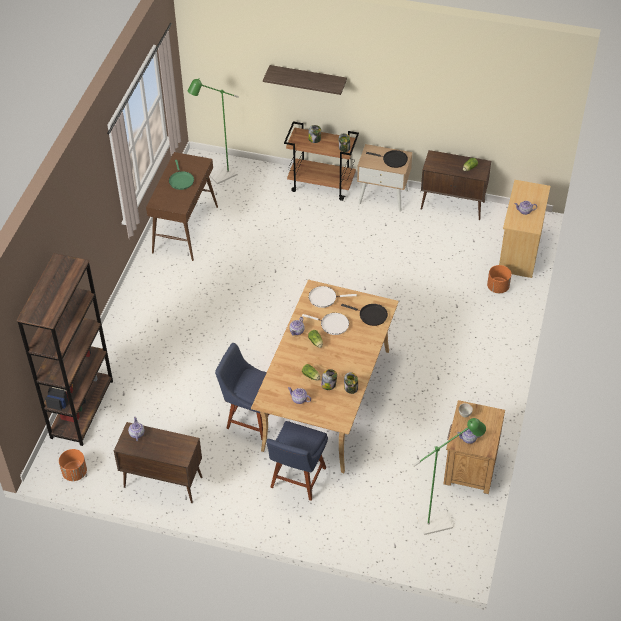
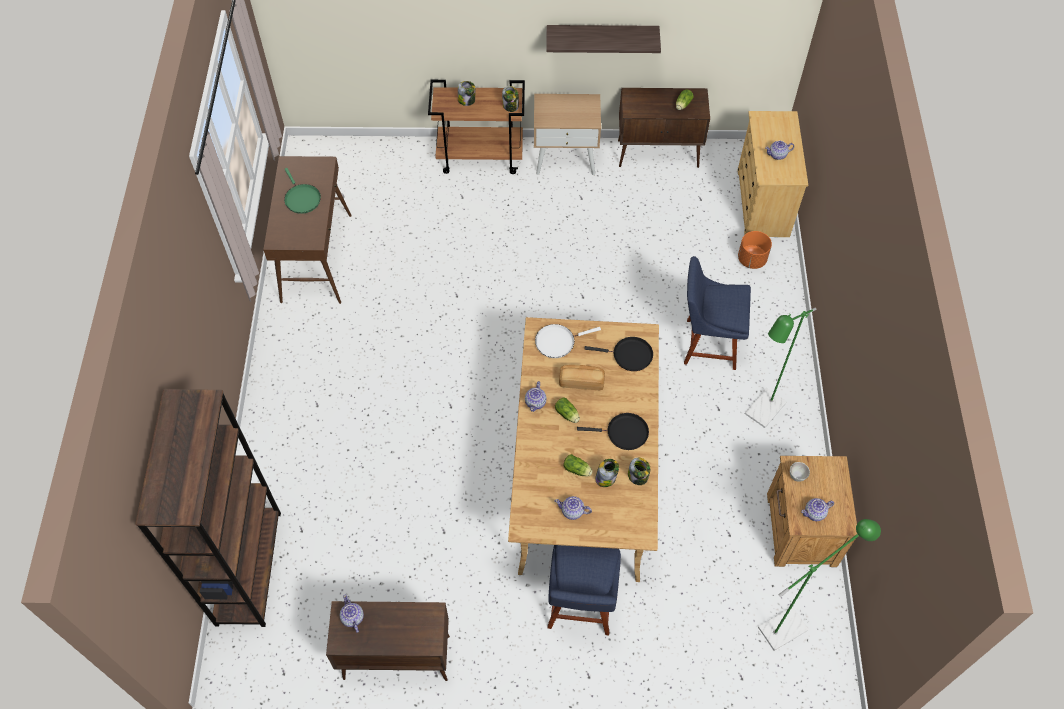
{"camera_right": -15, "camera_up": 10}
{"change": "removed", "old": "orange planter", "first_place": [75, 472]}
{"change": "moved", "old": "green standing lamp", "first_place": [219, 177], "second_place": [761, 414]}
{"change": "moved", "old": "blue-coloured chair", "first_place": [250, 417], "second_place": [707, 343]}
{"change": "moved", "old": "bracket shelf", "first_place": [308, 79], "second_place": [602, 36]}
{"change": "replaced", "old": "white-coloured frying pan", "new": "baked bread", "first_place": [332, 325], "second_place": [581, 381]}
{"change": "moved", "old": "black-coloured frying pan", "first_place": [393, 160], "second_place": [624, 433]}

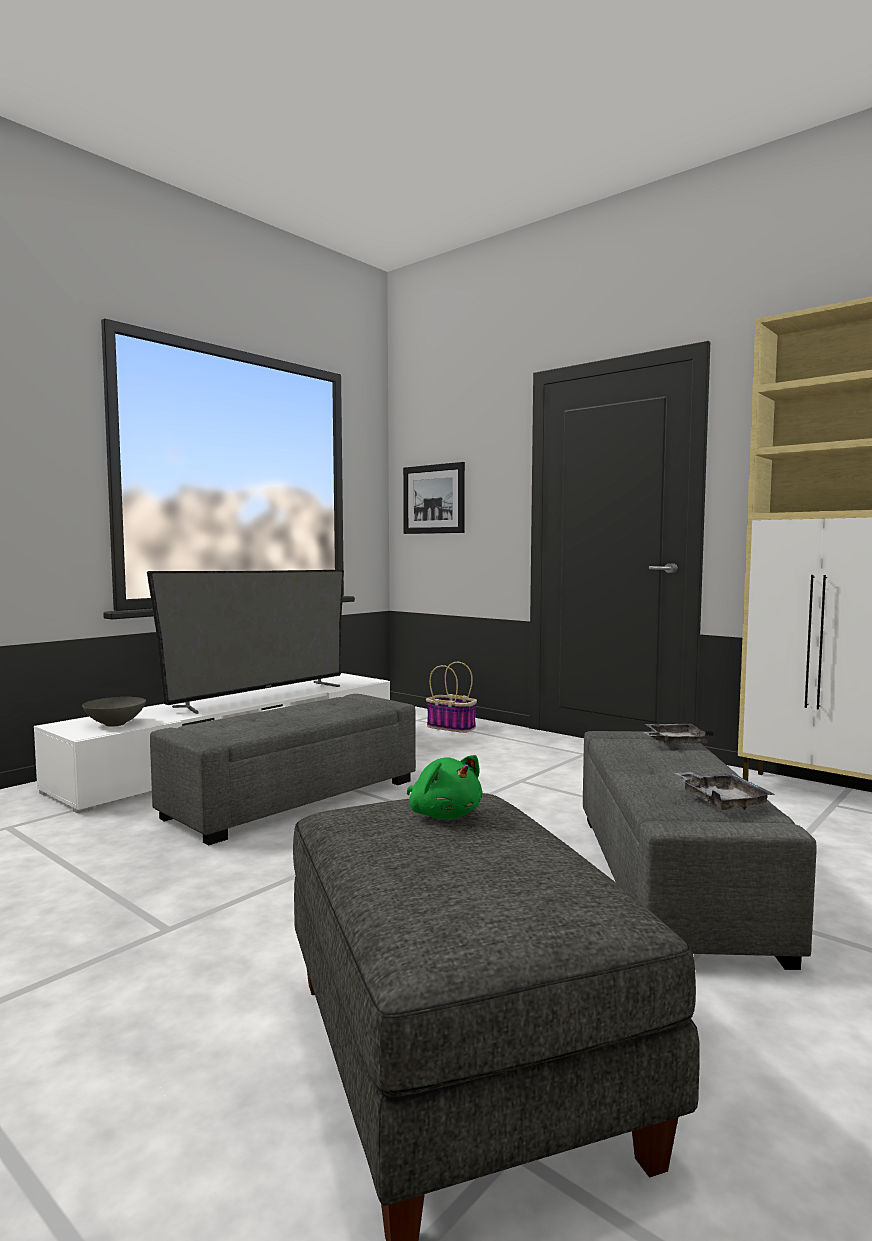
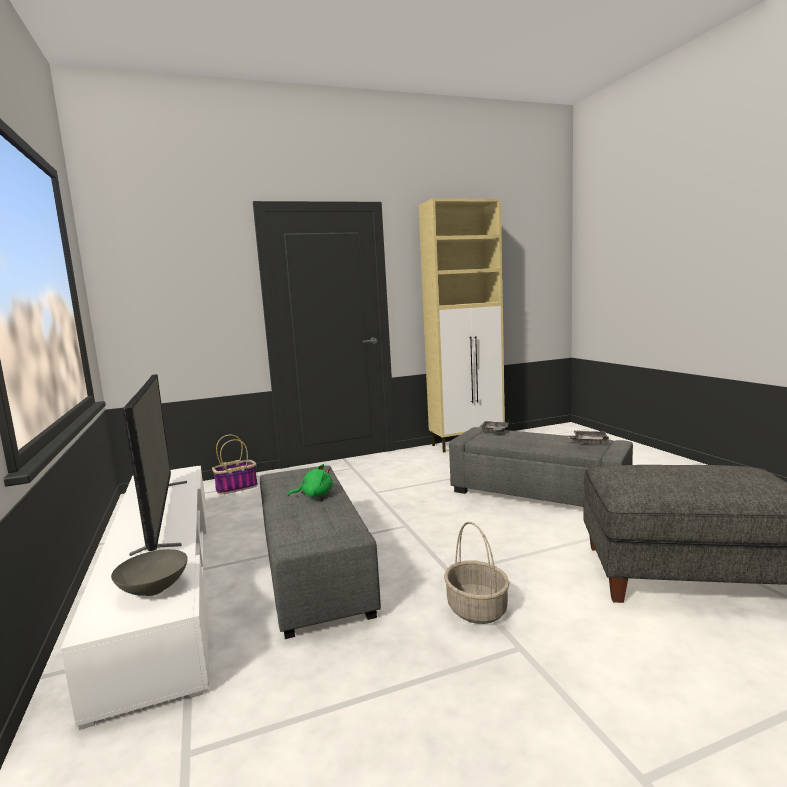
{"camera_right": -60, "camera_up": 5}
{"change": "removed", "old": "wall picture", "first_place": [433, 499]}
{"change": "moved", "old": "green soft toy", "first_place": [443, 815], "second_place": [315, 495]}
{"change": "added", "new": "basket", "second_place": [476, 609]}

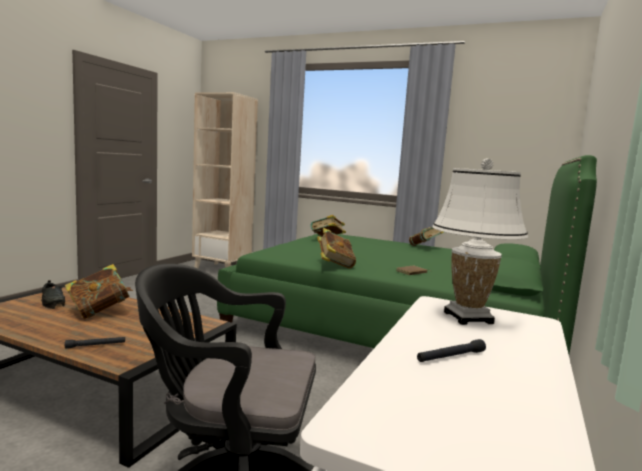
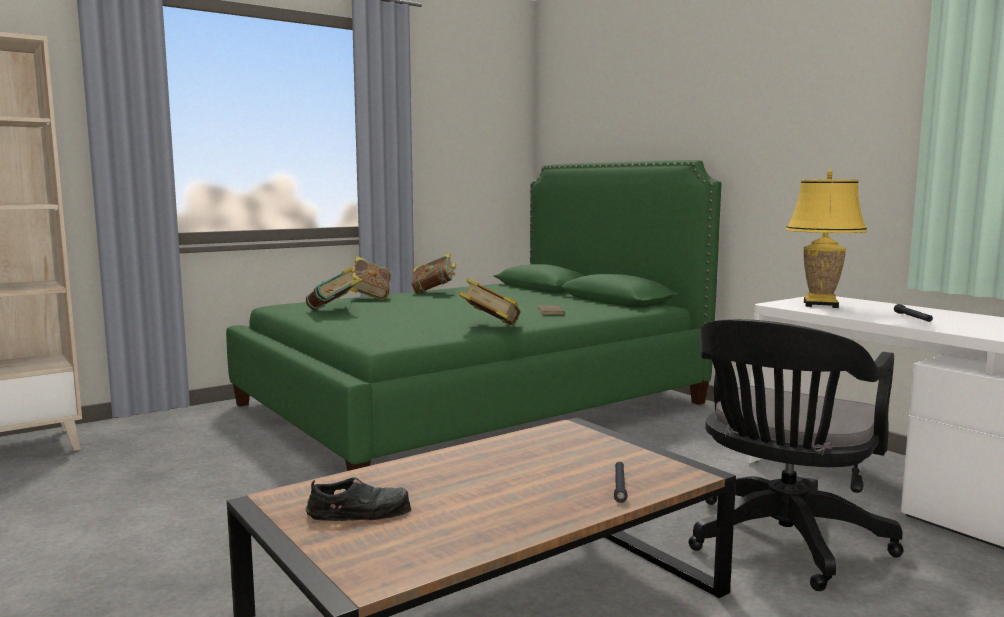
{"camera_right": -60, "camera_up": 0}
{"change": "moved", "old": "bound book", "first_place": [99, 311], "second_place": [369, 298]}
{"change": "recoloured", "old": "white-coloured lamp for a table", "new": "yellowish lamp for a table", "first_place": [468, 317], "second_place": [820, 305]}

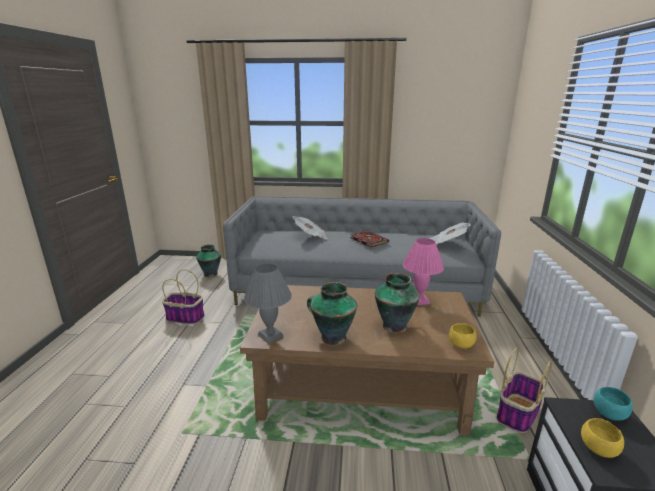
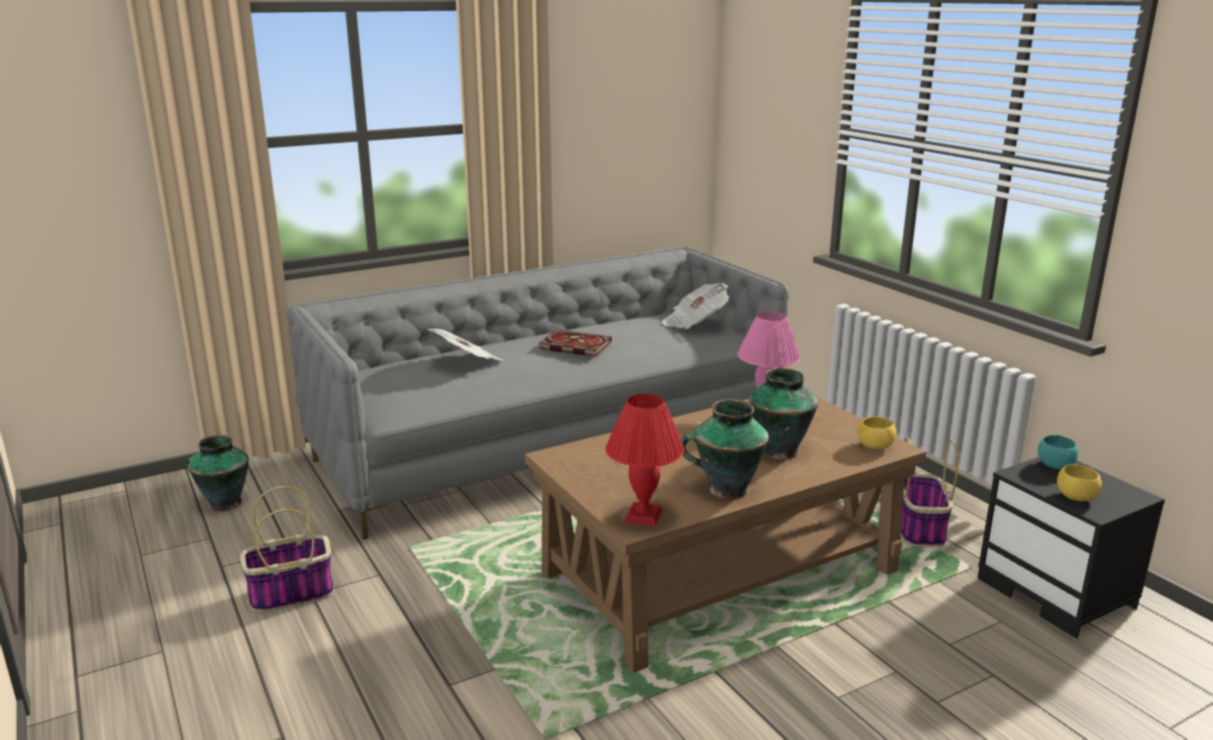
{"camera_right": -35, "camera_up": 0}
{"change": "recoloured", "old": "gray lamp for a table", "new": "red lamp for a table", "first_place": [269, 335], "second_place": [642, 516]}

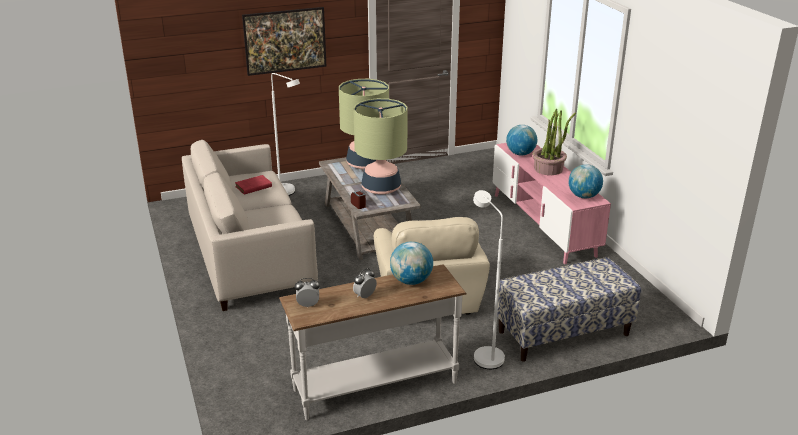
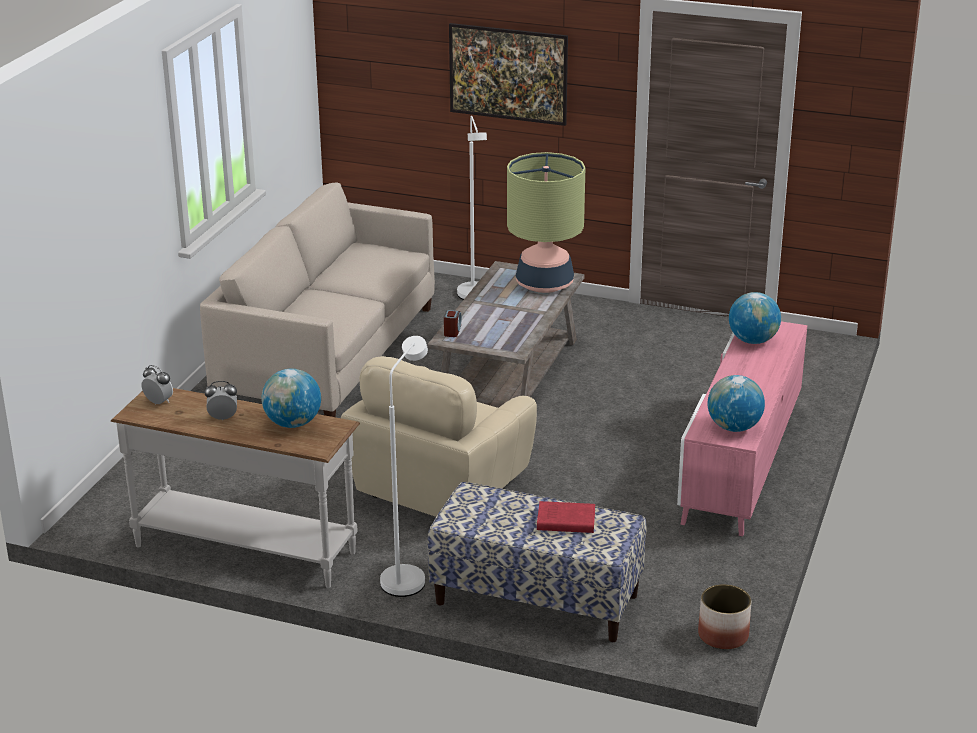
{"camera_right": 40, "camera_up": 0}
{"change": "moved", "old": "red bound book", "first_place": [252, 187], "second_place": [564, 521]}
{"change": "removed", "old": "lamp for a table", "first_place": [381, 188]}
{"change": "removed", "old": "plant in a pot", "first_place": [548, 169]}
{"change": "added", "new": "planter", "second_place": [722, 636]}

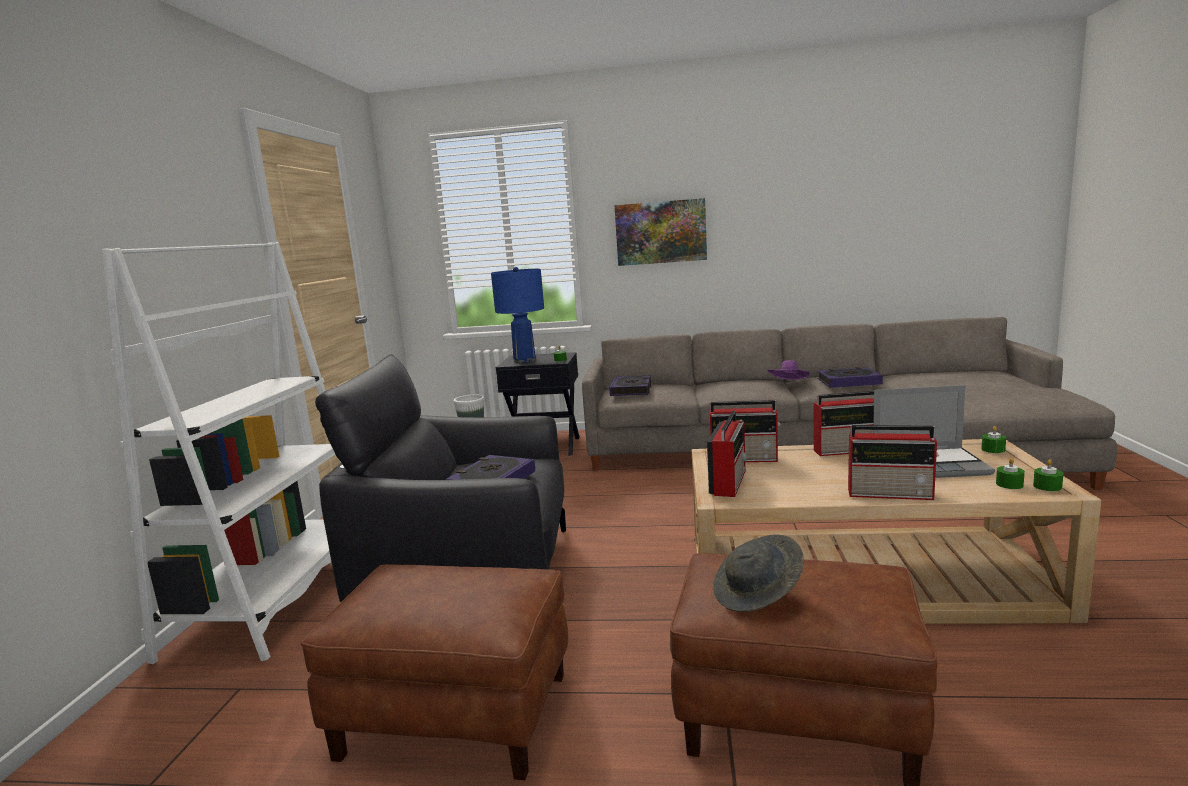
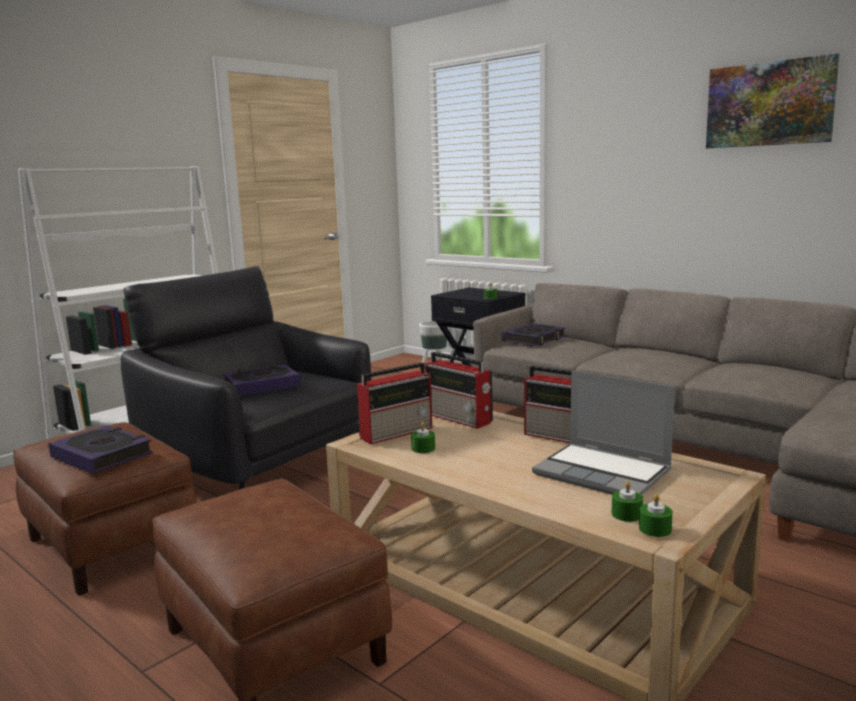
{"camera_right": 35, "camera_up": 0}
{"change": "removed", "old": "blue-coloured lamp for a table", "first_place": [524, 360]}
{"change": "moved", "old": "wall picture", "first_place": [660, 232], "second_place": [769, 104]}
{"change": "removed", "old": "gray wearable hat", "first_place": [758, 594]}
{"change": "removed", "old": "purple wearable hat", "first_place": [789, 383]}
{"change": "moved", "old": "bound book", "first_place": [848, 382], "second_place": [102, 455]}
{"change": "removed", "old": "radio", "first_place": [891, 493]}
{"change": "moved", "old": "green wax light", "first_place": [993, 449], "second_place": [423, 448]}

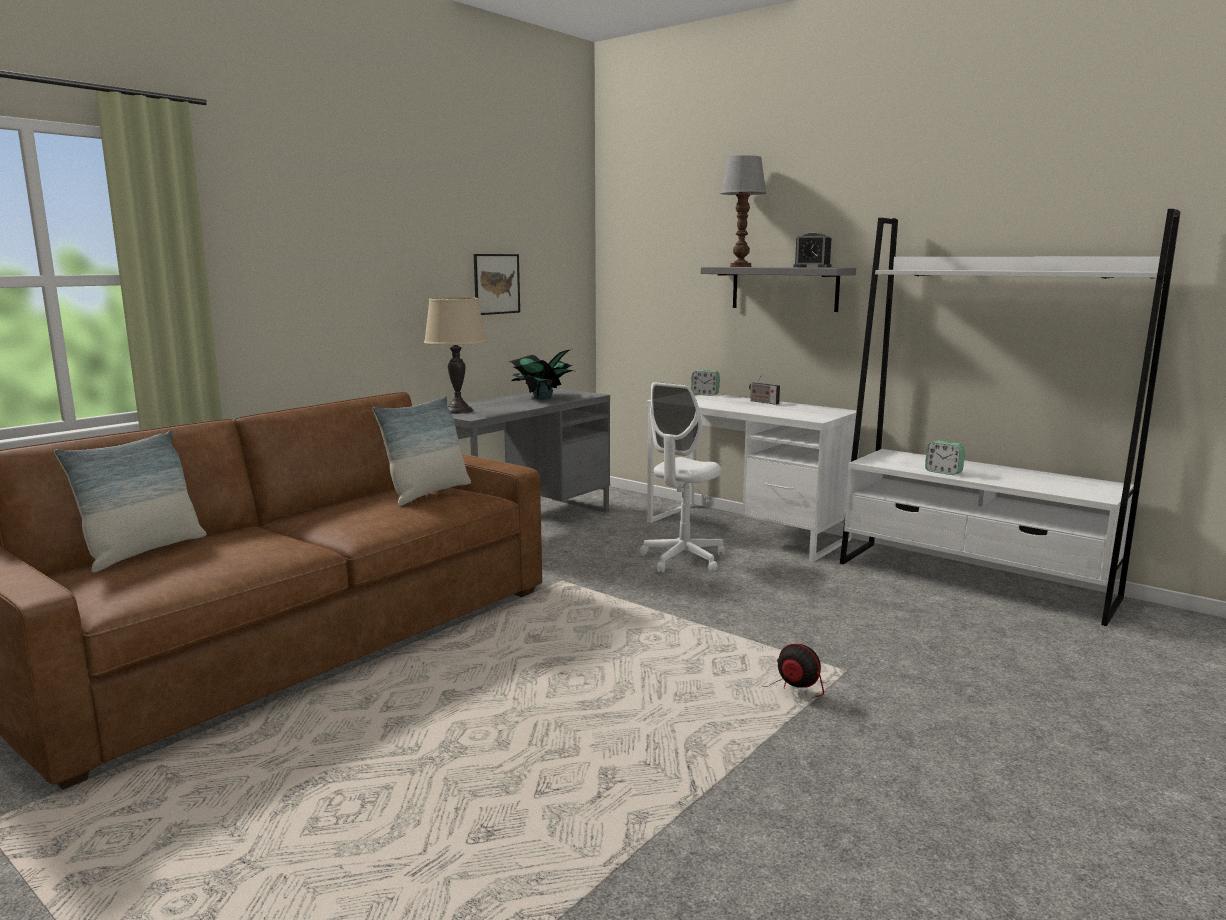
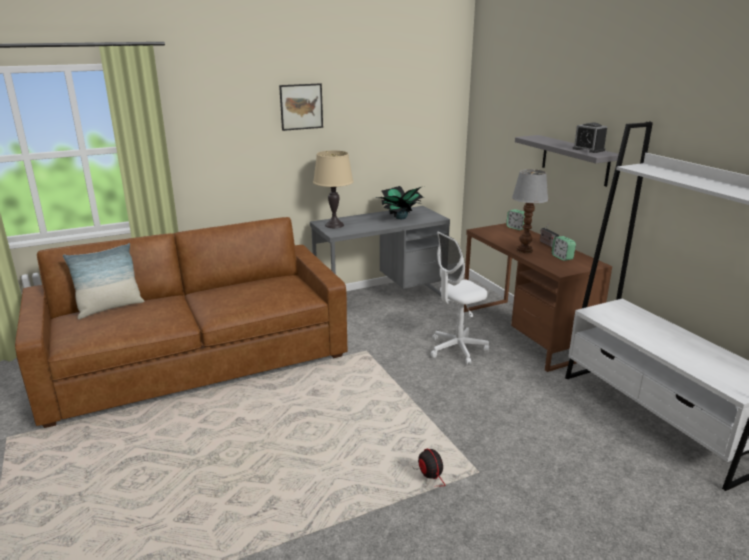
{"camera_right": 25, "camera_up": 10}
{"change": "removed", "old": "cushion", "first_place": [428, 493]}
{"change": "moved", "old": "wall picture", "first_place": [496, 284], "second_place": [301, 106]}
{"change": "recoloured", "old": "white-coloured desk", "new": "brownish desk", "first_place": [745, 530], "second_place": [523, 332]}
{"change": "moved", "old": "lamp for a table", "first_place": [741, 266], "second_place": [524, 250]}
{"change": "moved", "old": "alarm clock", "first_place": [943, 472], "second_place": [562, 257]}

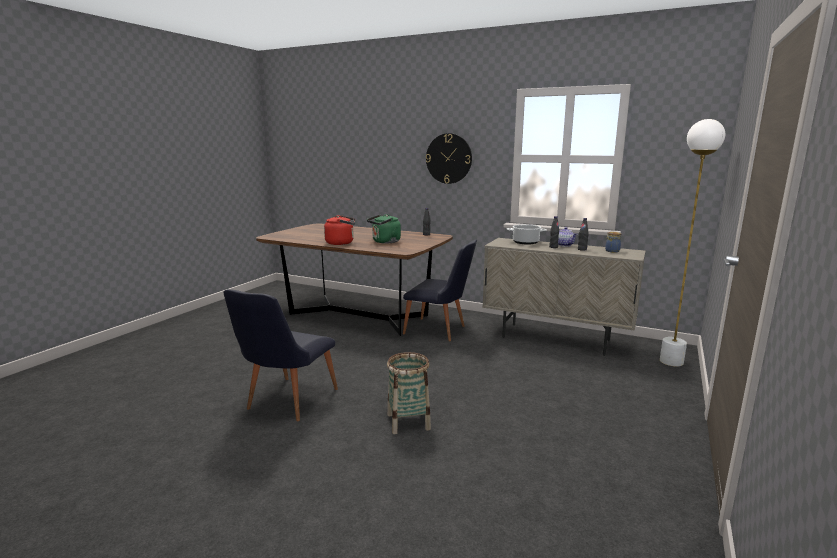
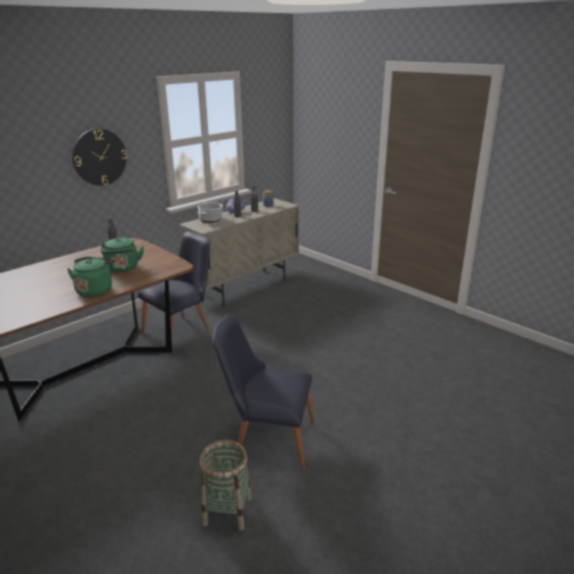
{"camera_right": -70, "camera_up": 10}
{"change": "turned", "old": "black-coloured chair", "first_place": [286, 402], "second_place": [267, 439], "degrees": 150}
{"change": "recoloured", "old": "red water kettle", "new": "green water kettle", "first_place": [341, 243], "second_place": [95, 290]}
{"change": "moved", "old": "basket", "first_place": [408, 422], "second_place": [227, 511]}
{"change": "removed", "old": "white-coloured standing lamp", "first_place": [671, 362]}

